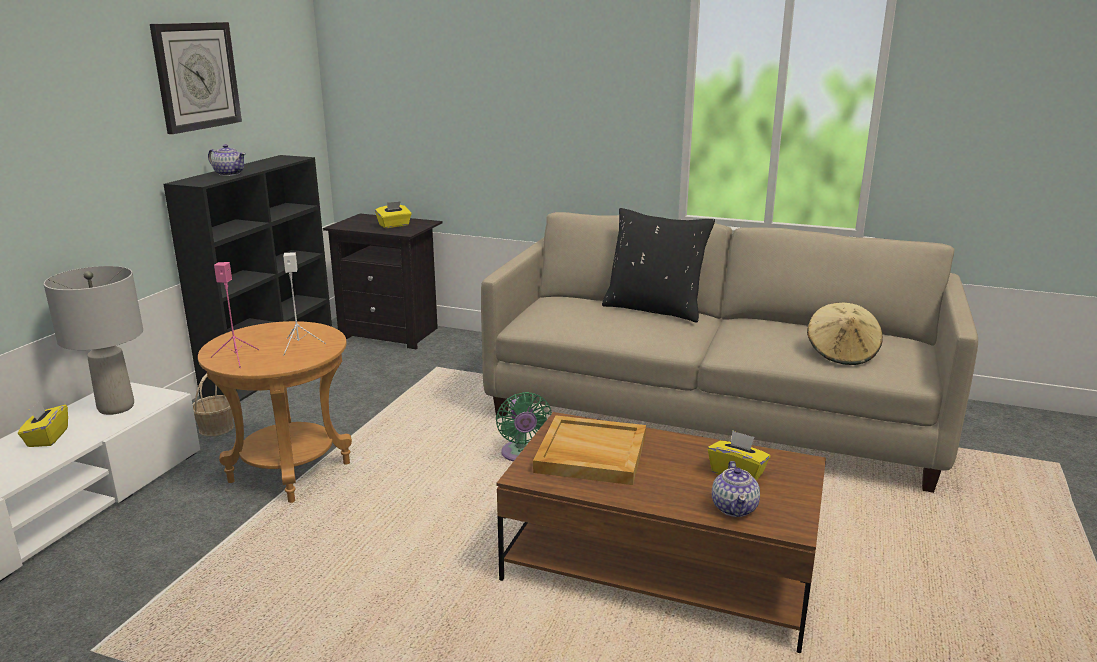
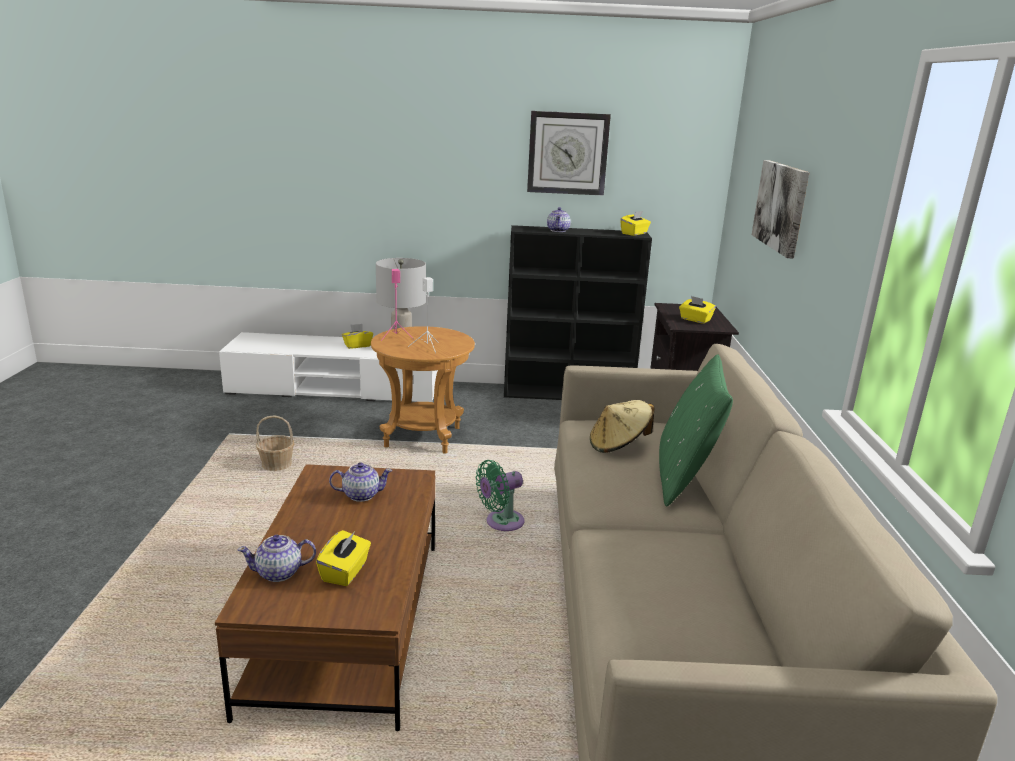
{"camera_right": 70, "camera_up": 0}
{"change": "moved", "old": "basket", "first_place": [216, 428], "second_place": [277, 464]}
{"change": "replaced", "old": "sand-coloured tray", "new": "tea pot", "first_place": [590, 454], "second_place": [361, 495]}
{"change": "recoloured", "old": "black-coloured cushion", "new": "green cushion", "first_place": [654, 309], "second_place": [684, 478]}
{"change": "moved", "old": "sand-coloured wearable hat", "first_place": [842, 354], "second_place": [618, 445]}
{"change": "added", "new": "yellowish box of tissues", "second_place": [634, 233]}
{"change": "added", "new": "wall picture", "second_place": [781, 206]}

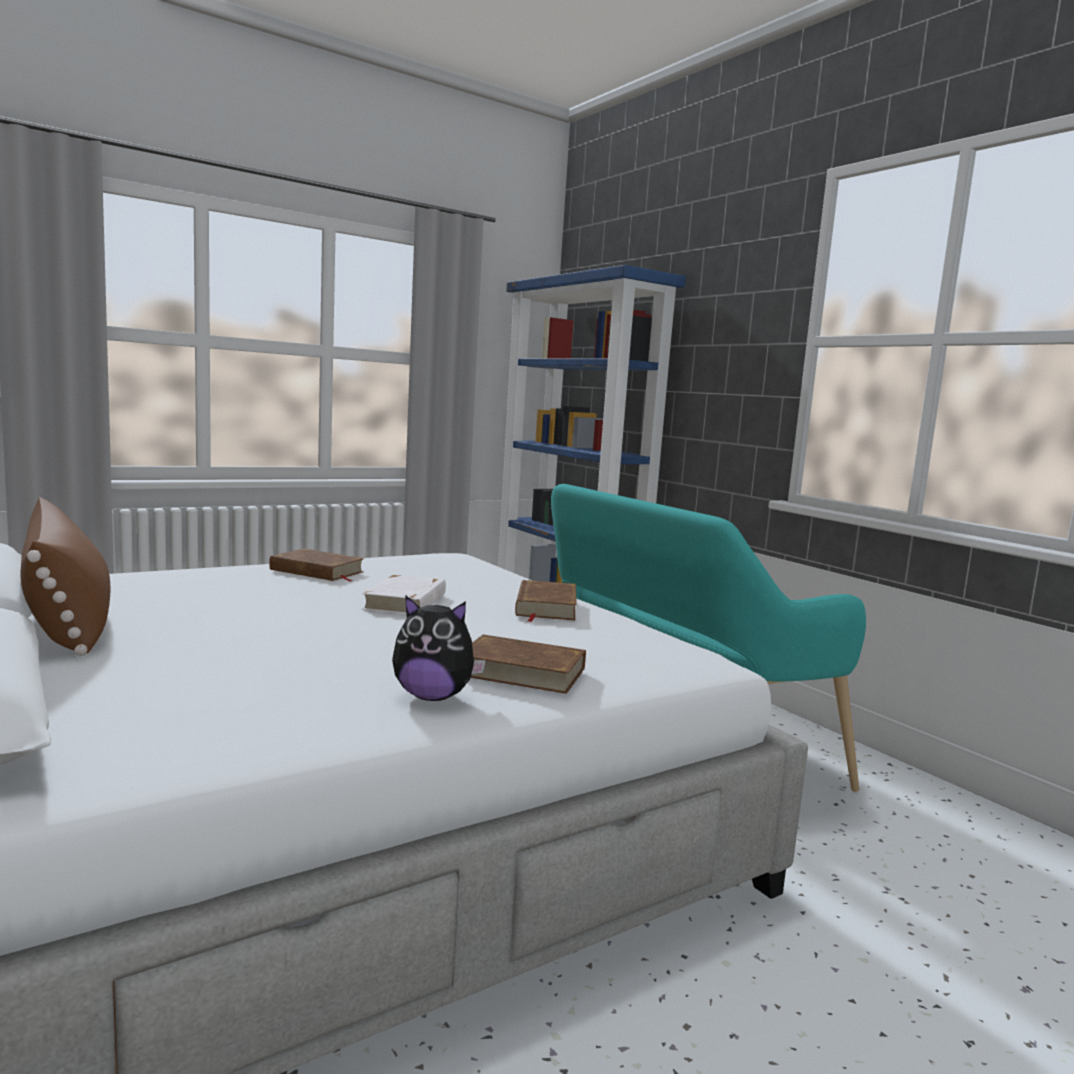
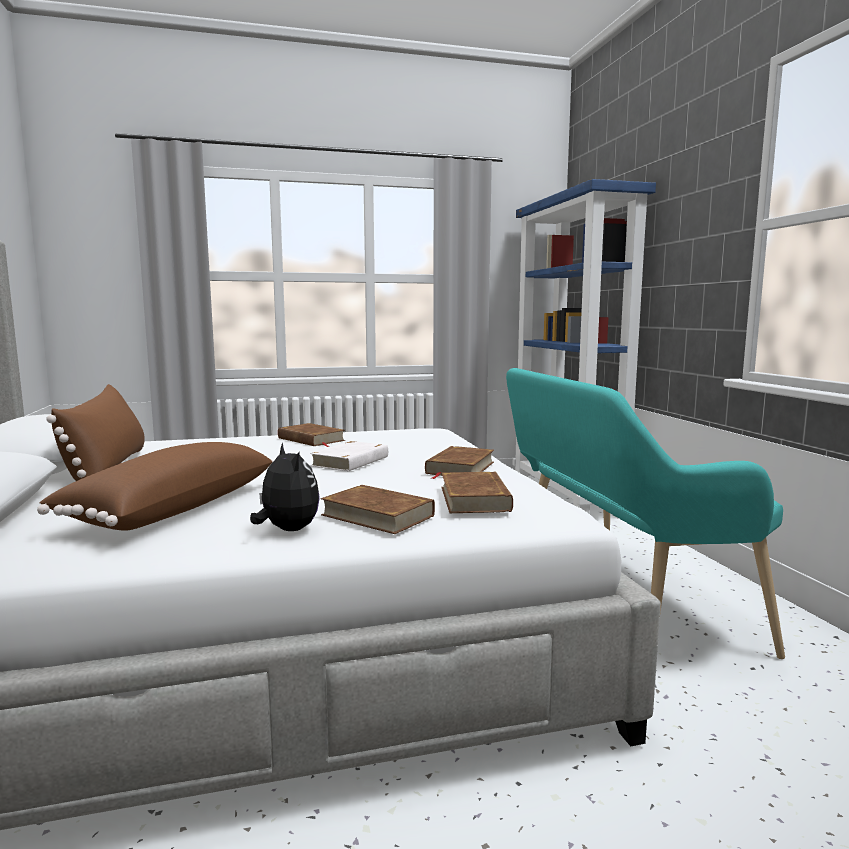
{"camera_right": 20, "camera_up": 0}
{"change": "turned", "old": "soft toy", "first_place": [433, 696], "second_place": [287, 530], "degrees": -150}
{"change": "added", "new": "brownish cushion", "second_place": [170, 509]}
{"change": "added", "new": "brownish bound book", "second_place": [475, 499]}

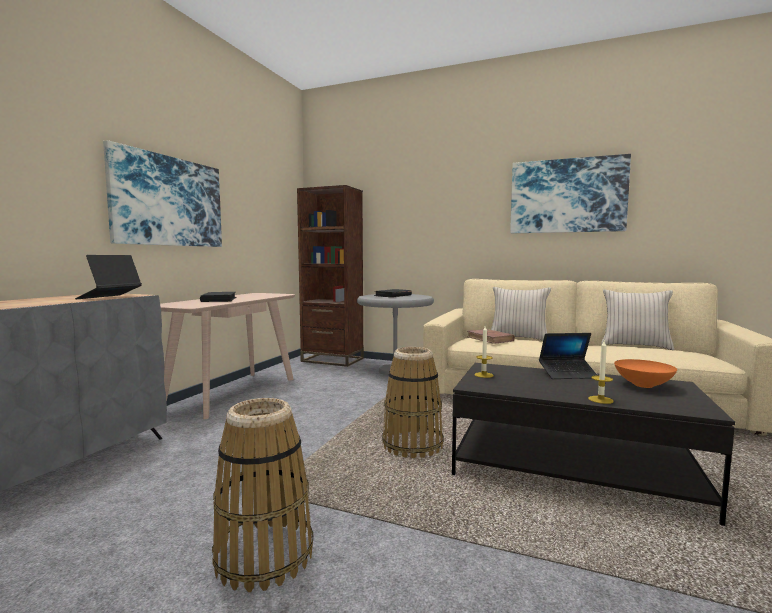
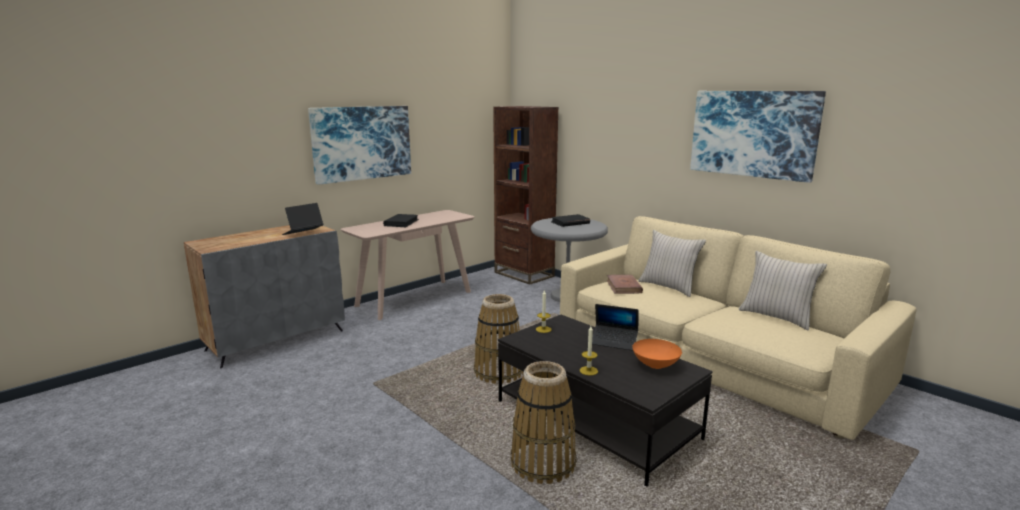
{"camera_right": 25, "camera_up": 10}
{"change": "moved", "old": "basket", "first_place": [264, 555], "second_place": [543, 463]}

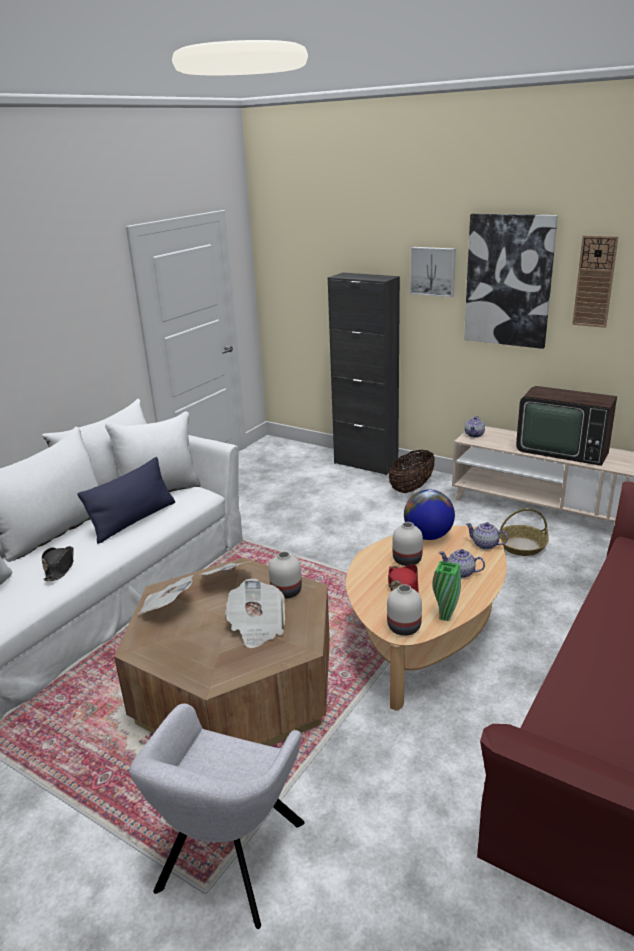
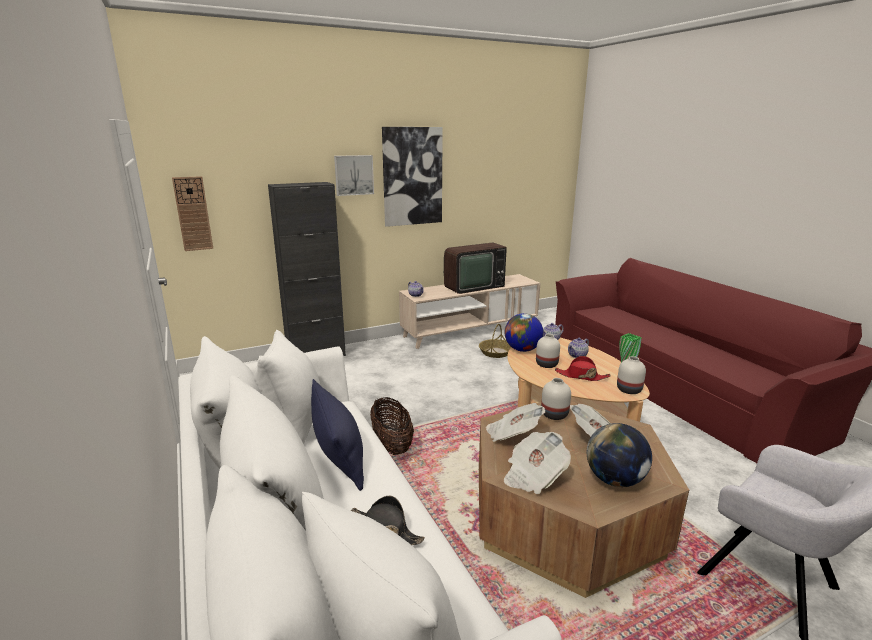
{"camera_right": -60, "camera_up": -5}
{"change": "moved", "old": "basket", "first_place": [411, 488], "second_place": [392, 444]}
{"change": "moved", "old": "wall clock", "first_place": [594, 281], "second_place": [193, 214]}
{"change": "added", "new": "desk globe", "second_place": [615, 480]}

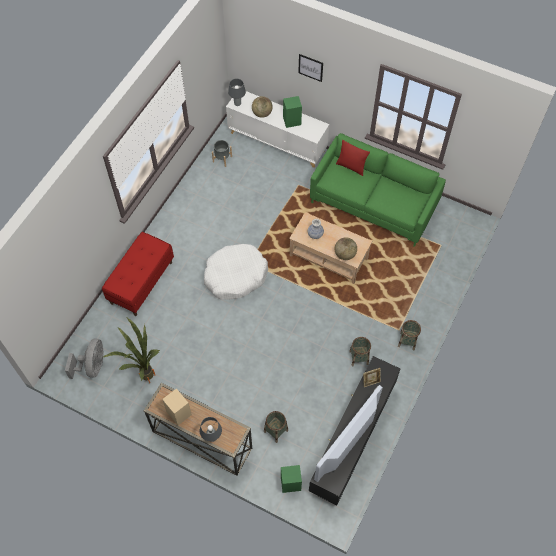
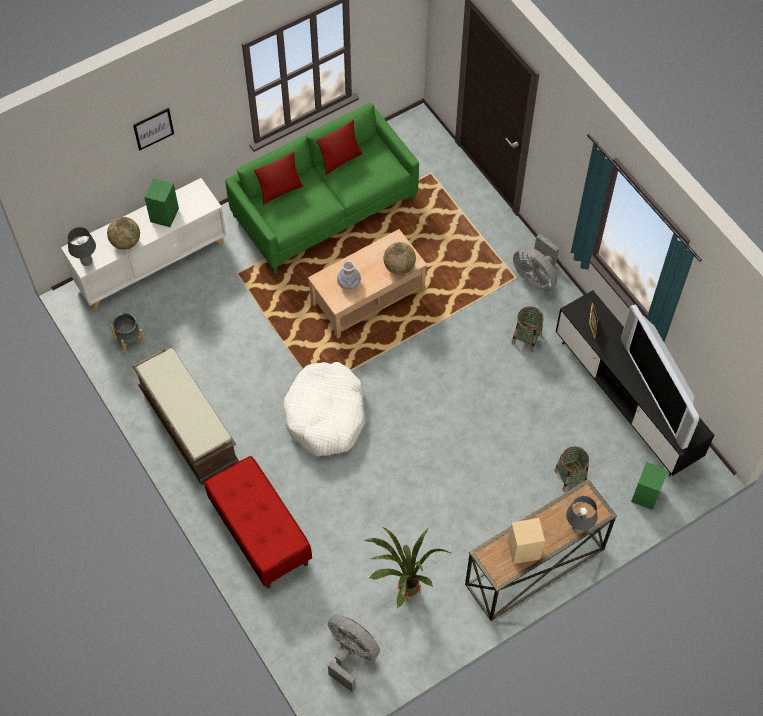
{"camera_right": -60, "camera_up": 0}
{"change": "replaced", "old": "basket", "new": "gray cooling fan", "first_place": [407, 341], "second_place": [535, 277]}
{"change": "added", "new": "brownish bench", "second_place": [187, 426]}
{"change": "added", "new": "red cushion", "second_place": [340, 160]}

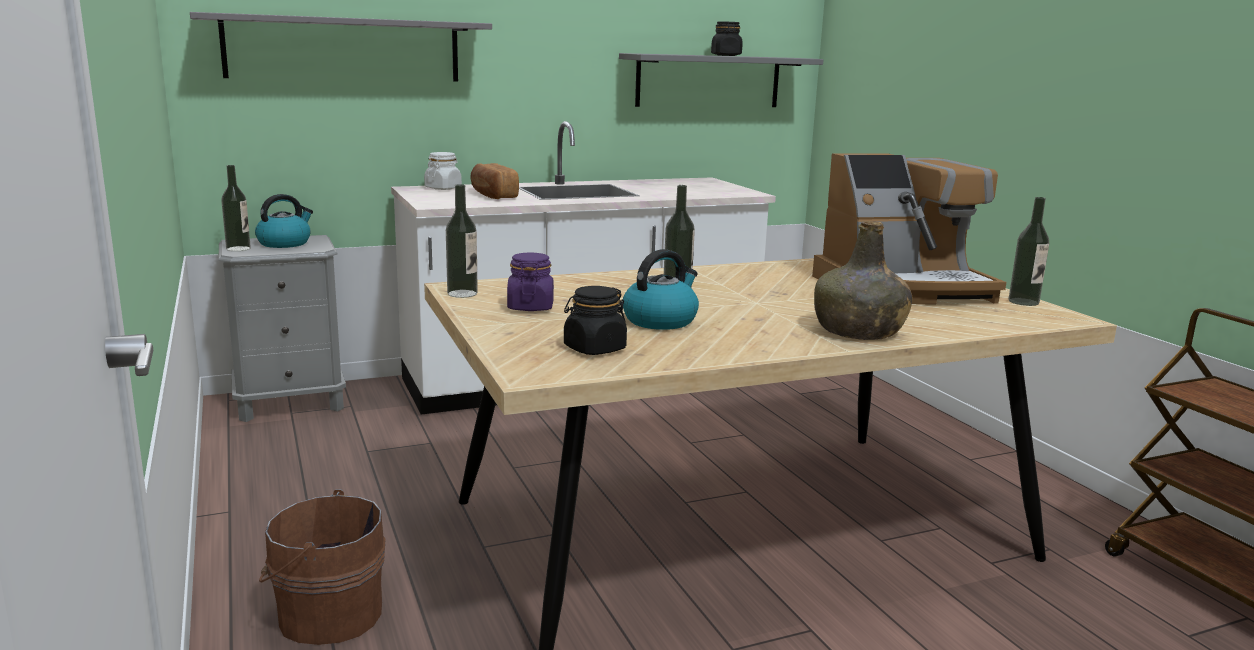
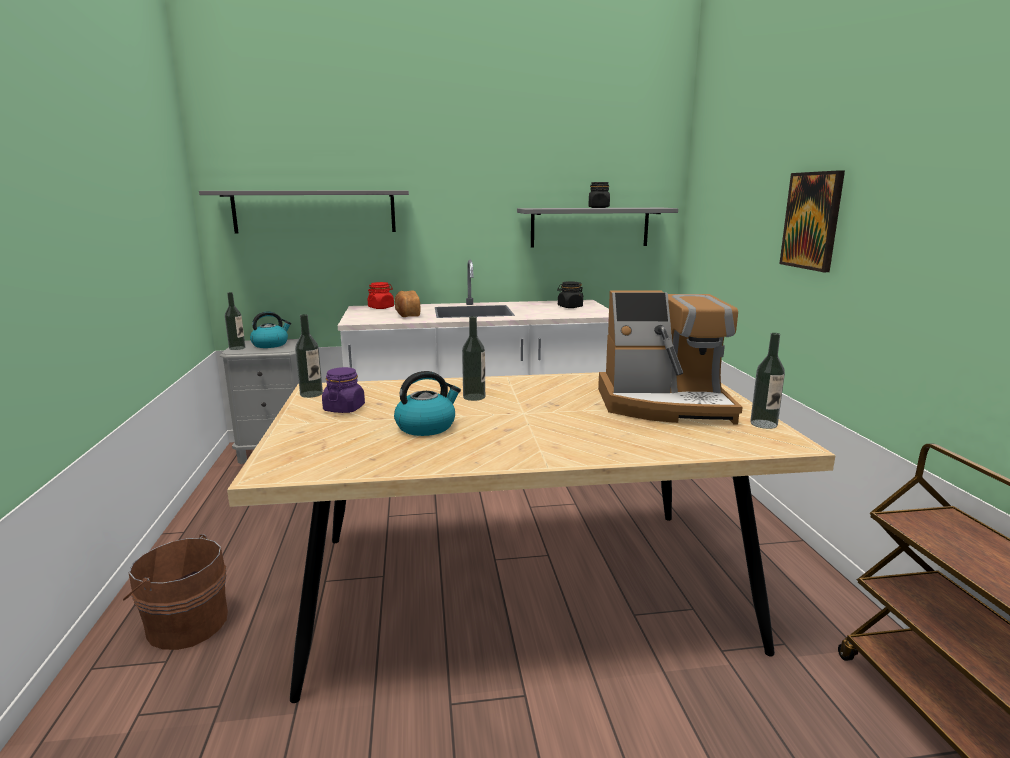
{"camera_right": 15, "camera_up": 0}
{"change": "recoloured", "old": "white-coloured preserve jar", "new": "red preserve jar", "first_place": [443, 188], "second_place": [381, 307]}
{"change": "moved", "old": "black-coloured preserve jar", "first_place": [594, 349], "second_place": [570, 307]}
{"change": "removed", "old": "green beverage bottle", "first_place": [858, 331]}
{"change": "added", "new": "wall picture", "second_place": [812, 220]}

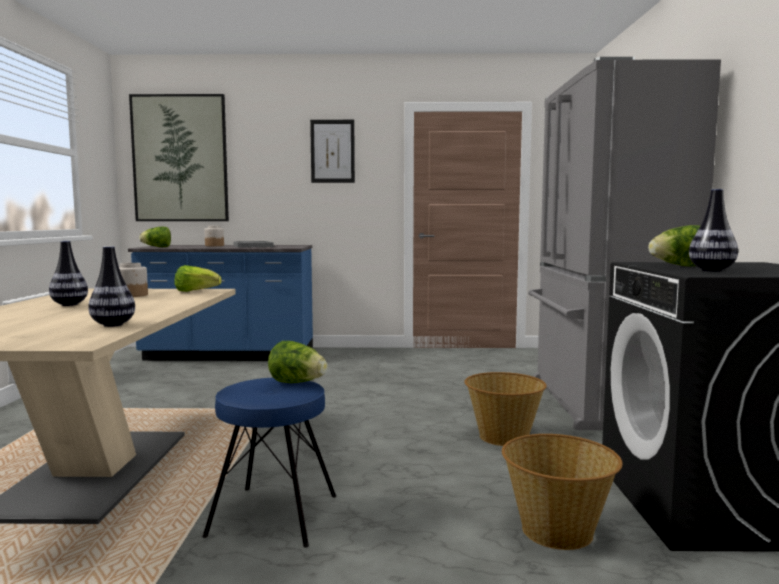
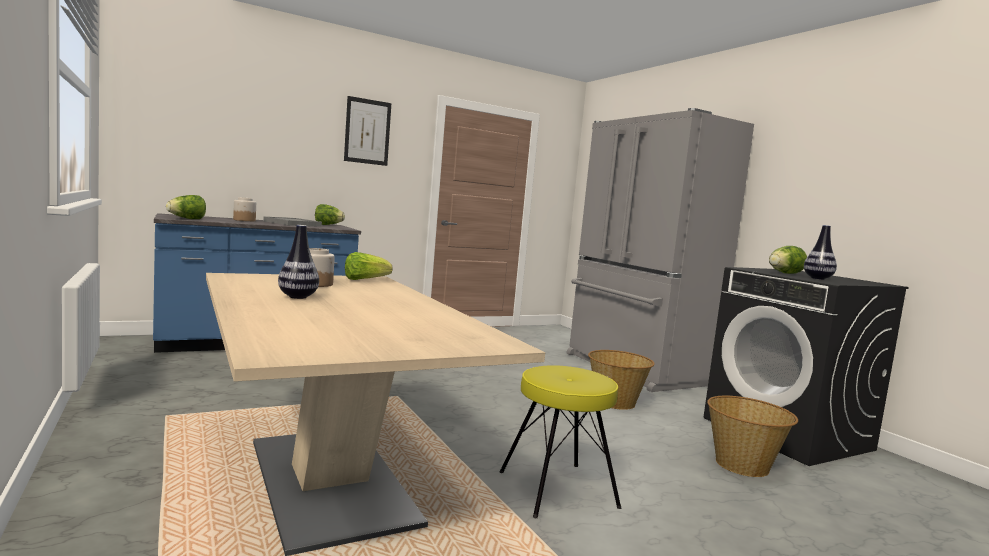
{"camera_right": -30, "camera_up": 0}
{"change": "removed", "old": "flower vase", "first_place": [113, 325]}
{"change": "removed", "old": "wall picture", "first_place": [180, 158]}
{"change": "recoloured", "old": "blue-coloured stool", "new": "yellowish stool", "first_place": [274, 515], "second_place": [558, 489]}
{"change": "moved", "old": "lettuce", "first_place": [297, 383], "second_place": [328, 225]}

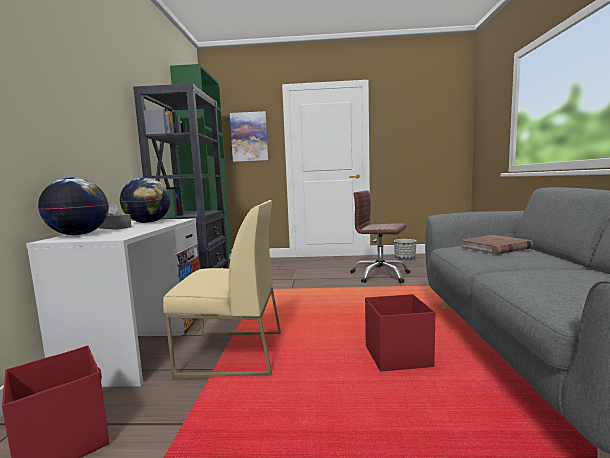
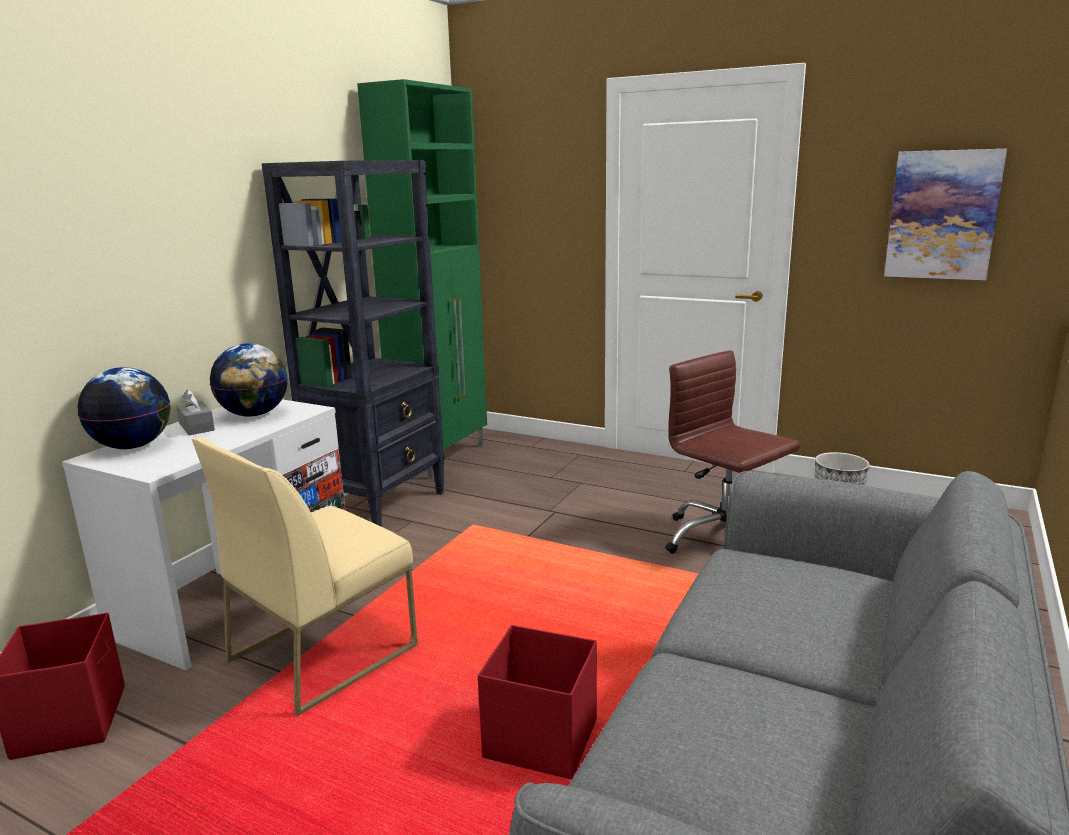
{"camera_right": 25, "camera_up": 10}
{"change": "turned", "old": "sand-coloured chair", "first_place": [231, 354], "second_place": [323, 652], "degrees": 105}
{"change": "moved", "old": "wall picture", "first_place": [249, 137], "second_place": [942, 215]}
{"change": "removed", "old": "brownish bound book", "first_place": [496, 248]}

